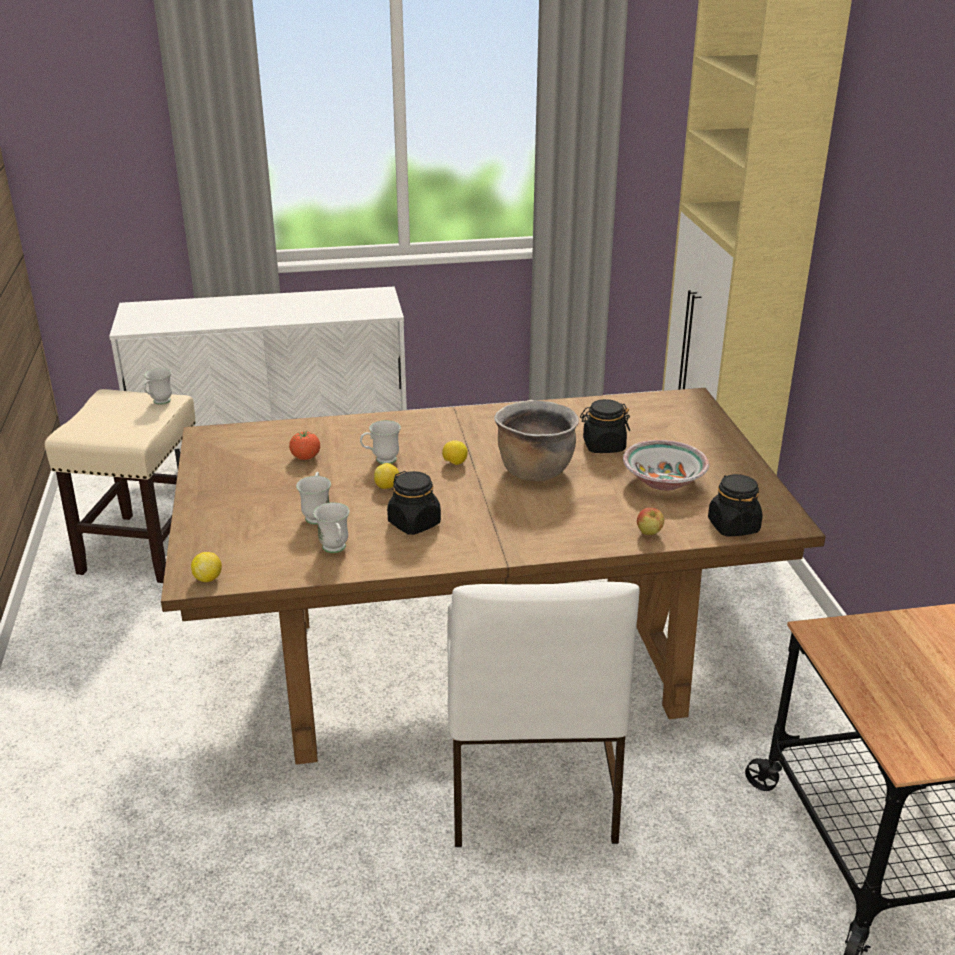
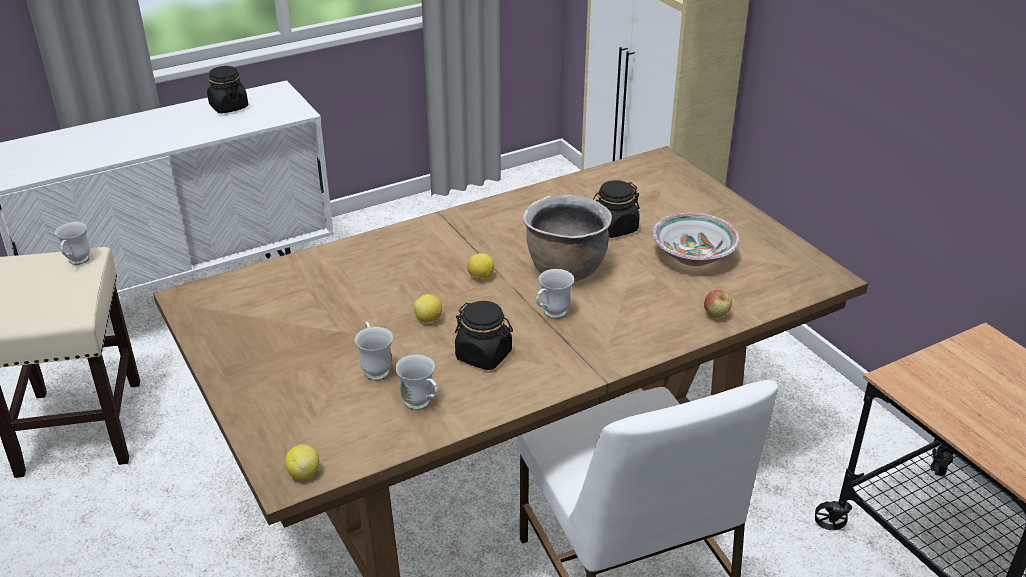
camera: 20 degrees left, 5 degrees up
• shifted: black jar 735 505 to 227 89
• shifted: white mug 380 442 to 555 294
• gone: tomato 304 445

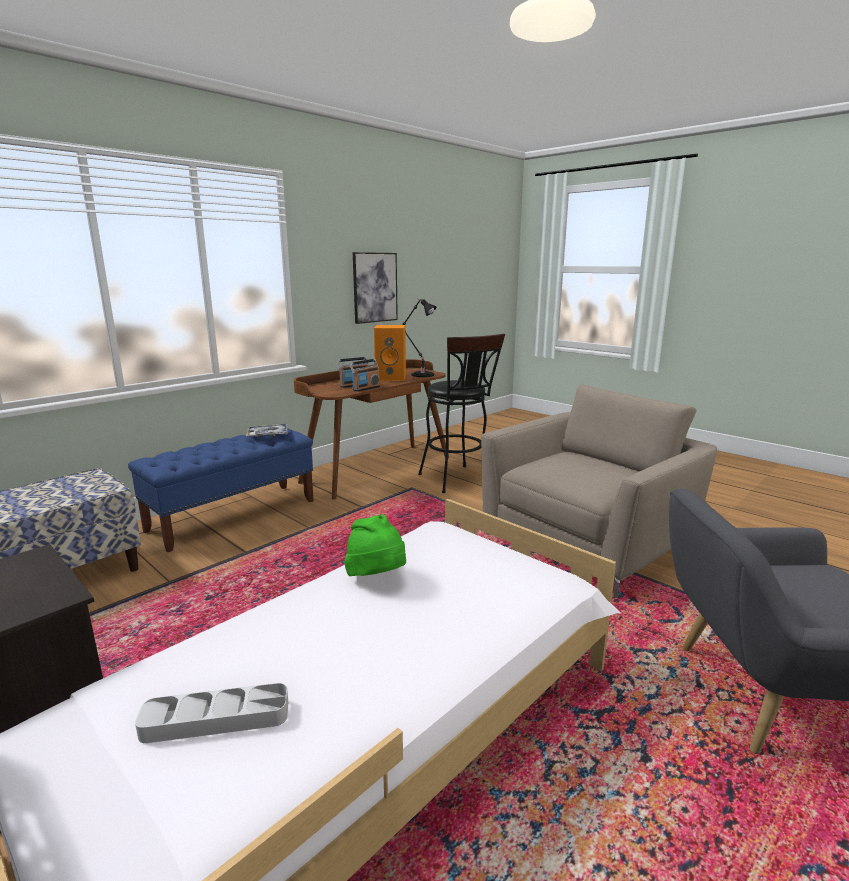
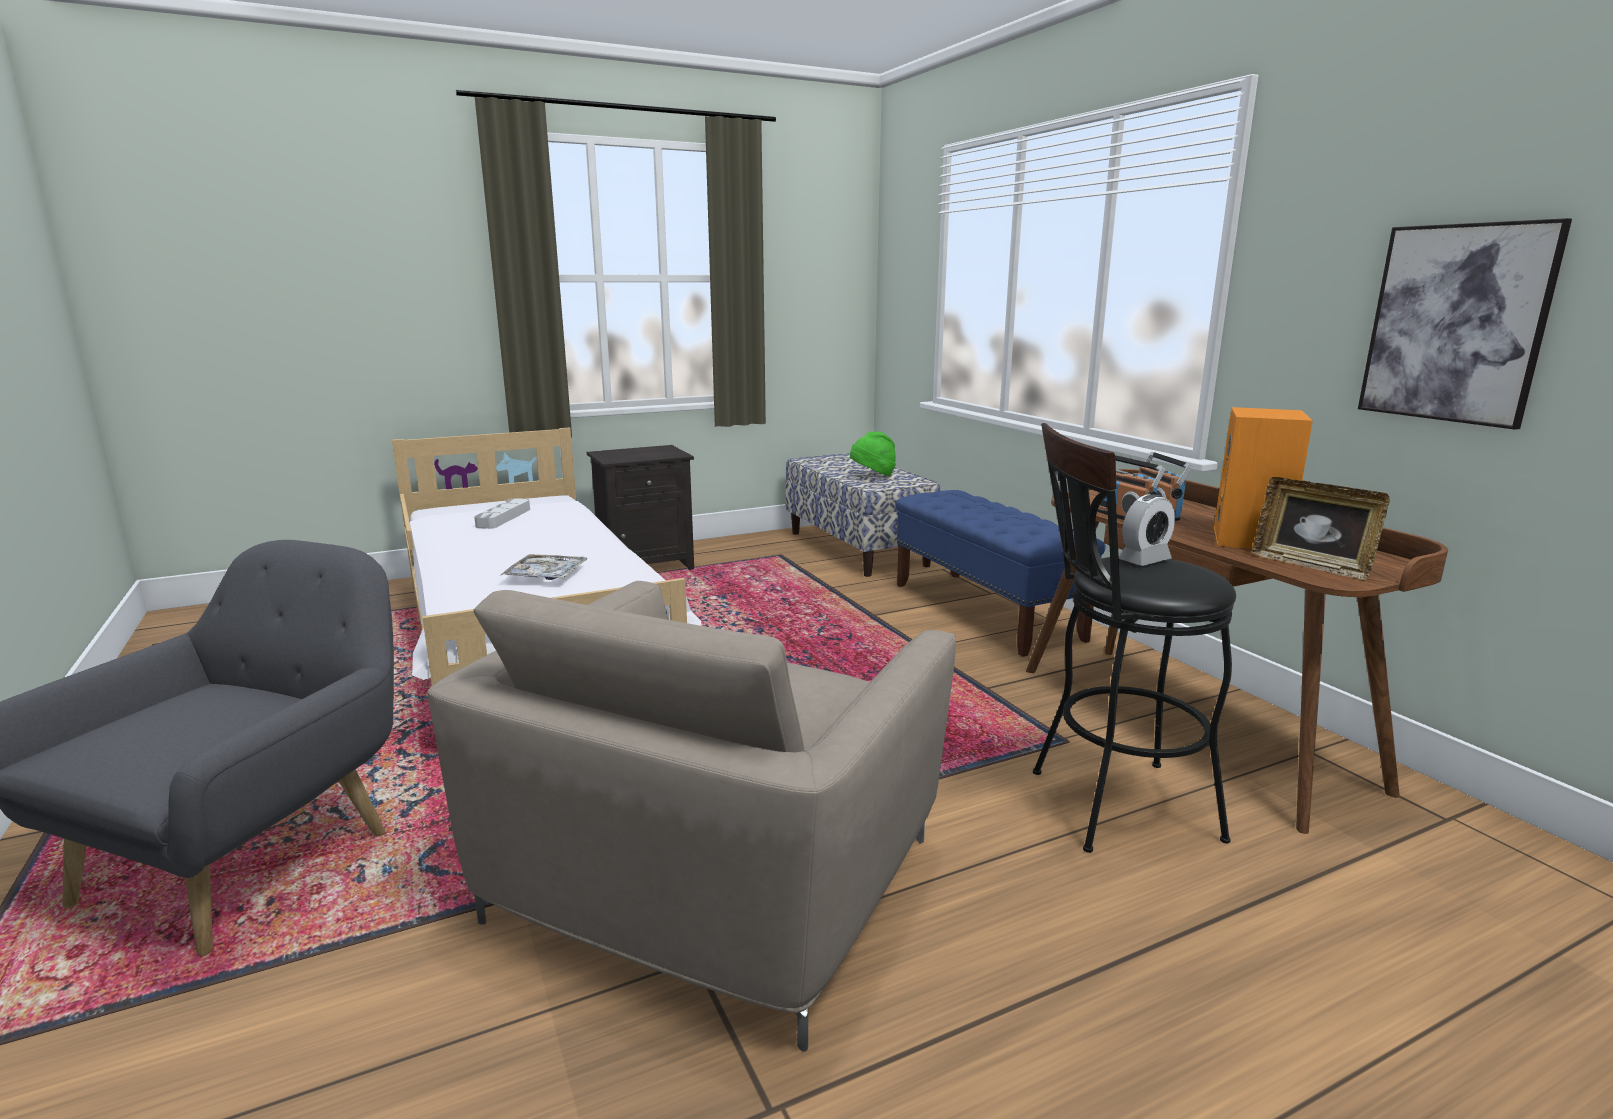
camera: 110 degrees right, 0 degrees up
• rotated: beige armchair 599 491 = 692 816 45 degrees clockwise
• shifted: tray 267 430 to 544 567
• shifted: green hat 375 545 to 873 454
• new: alarm clock 1147 530
• swapped: black table lamp 419 337 to picture frame 1321 528

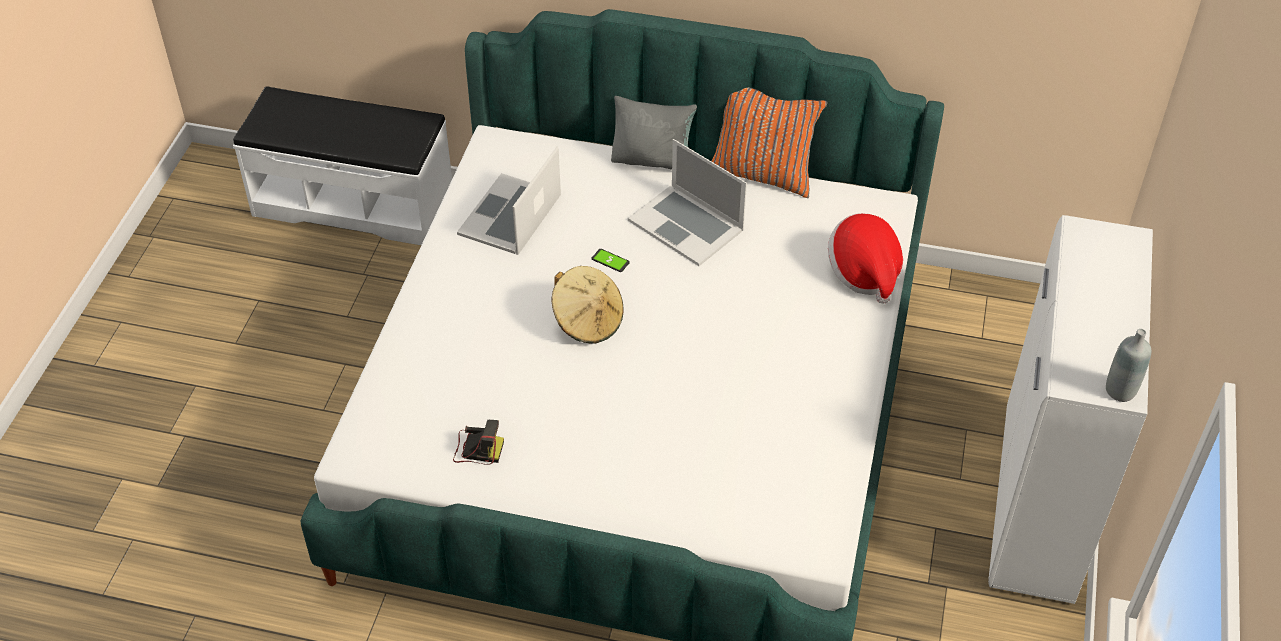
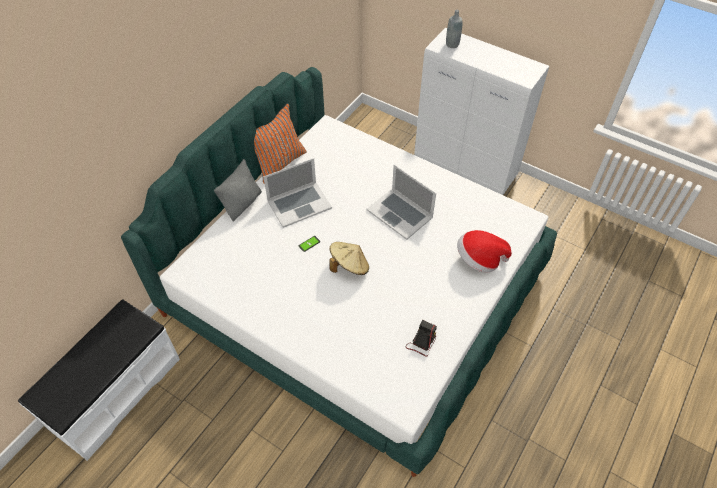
camera: 70 degrees left, 5 degrees up
• shifted: laptop 509 201 to 401 202
• shifted: grey bottle 1128 365 to 454 29
• shifted: hat 865 258 to 484 251

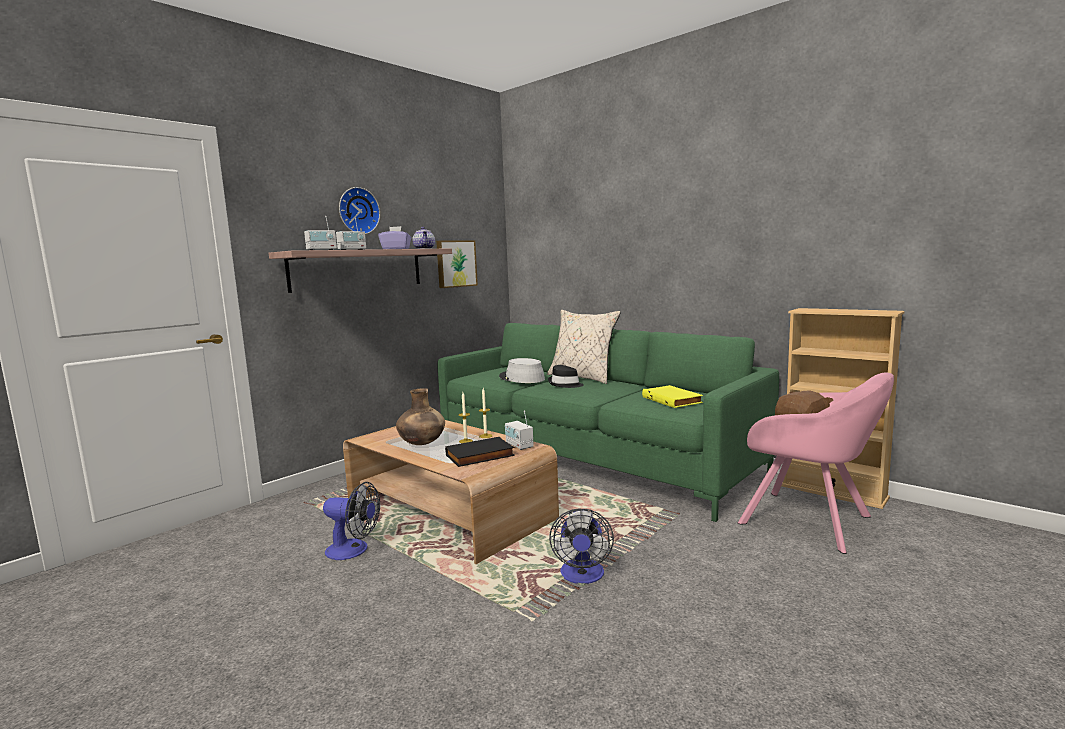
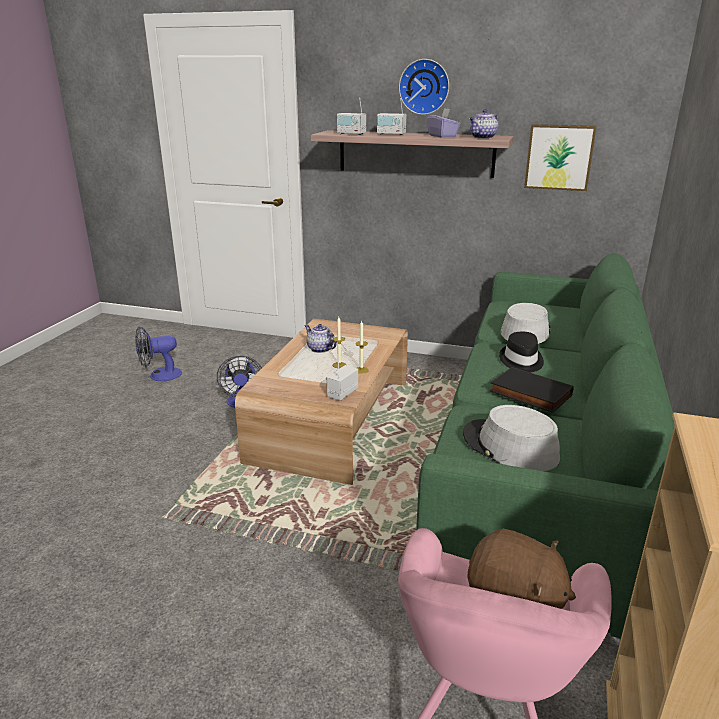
camera: 65 degrees right, 15 degrees up
• shifted: fan 581 546 to 158 353
• swapped: brown vase 420 416 to teapot 321 338
• swapped: yellow book 672 396 to grey hat 511 438
• shifted: black book 480 452 to 532 390
• gone: beige pillow 584 347

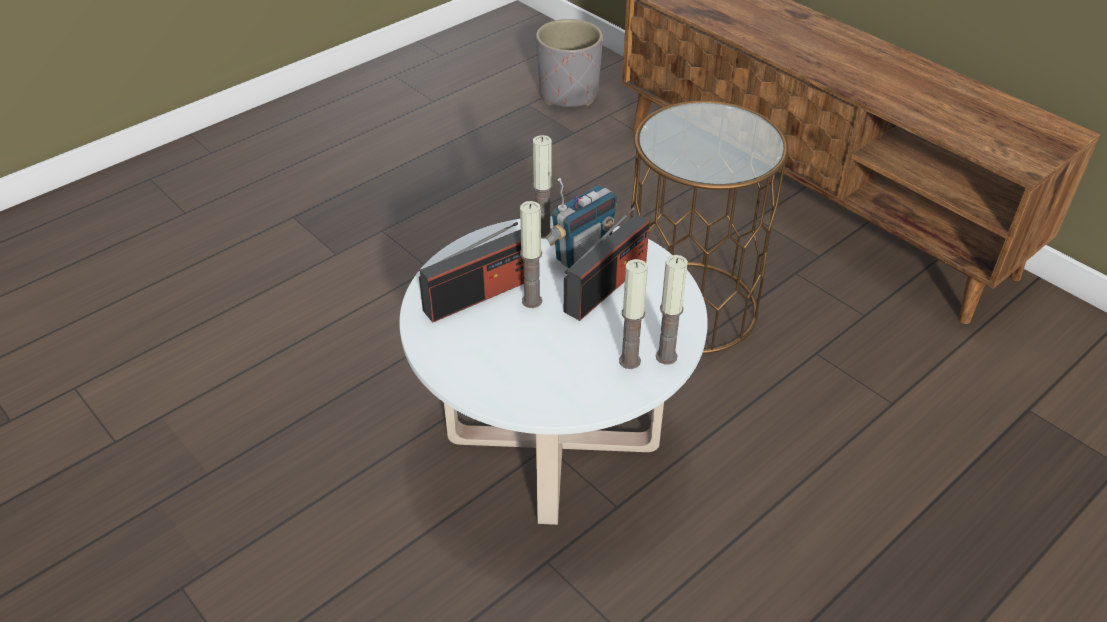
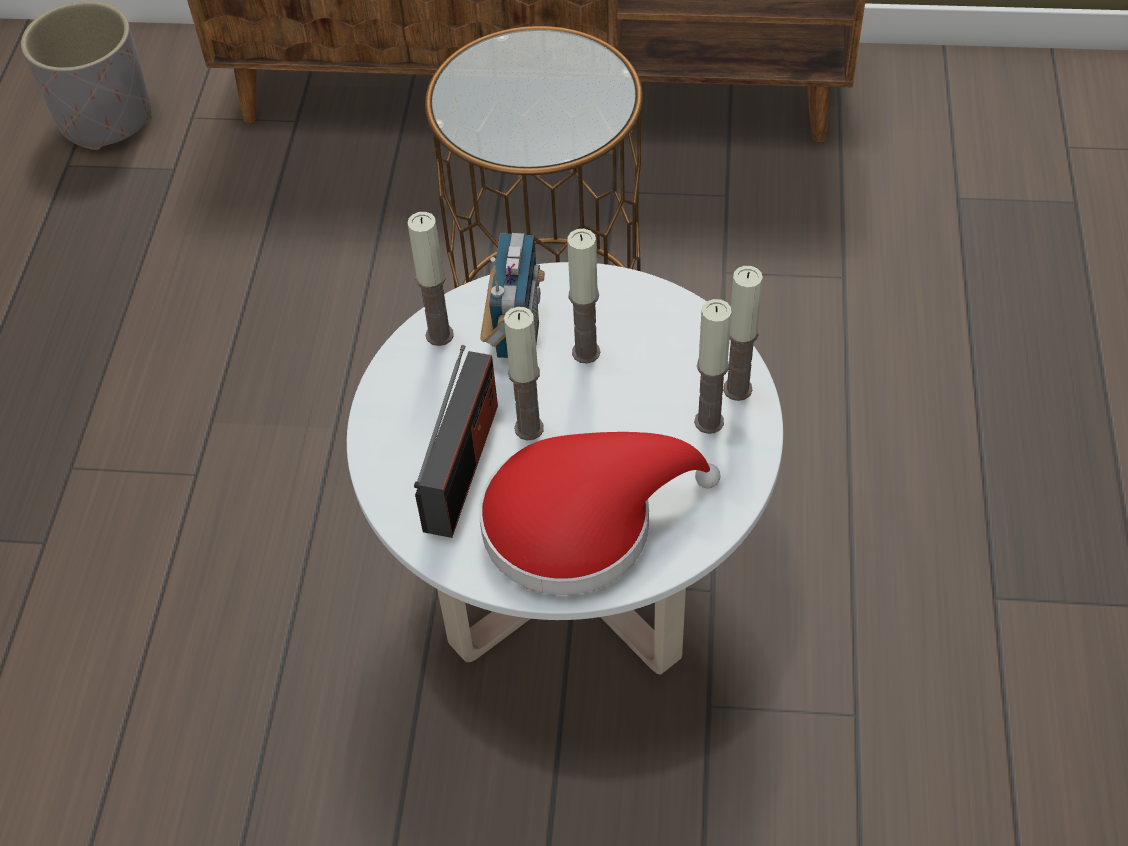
camera: 40 degrees left, 10 degrees up
• new: red hat 599 513
• swapped: radio 607 264 to candle 583 296

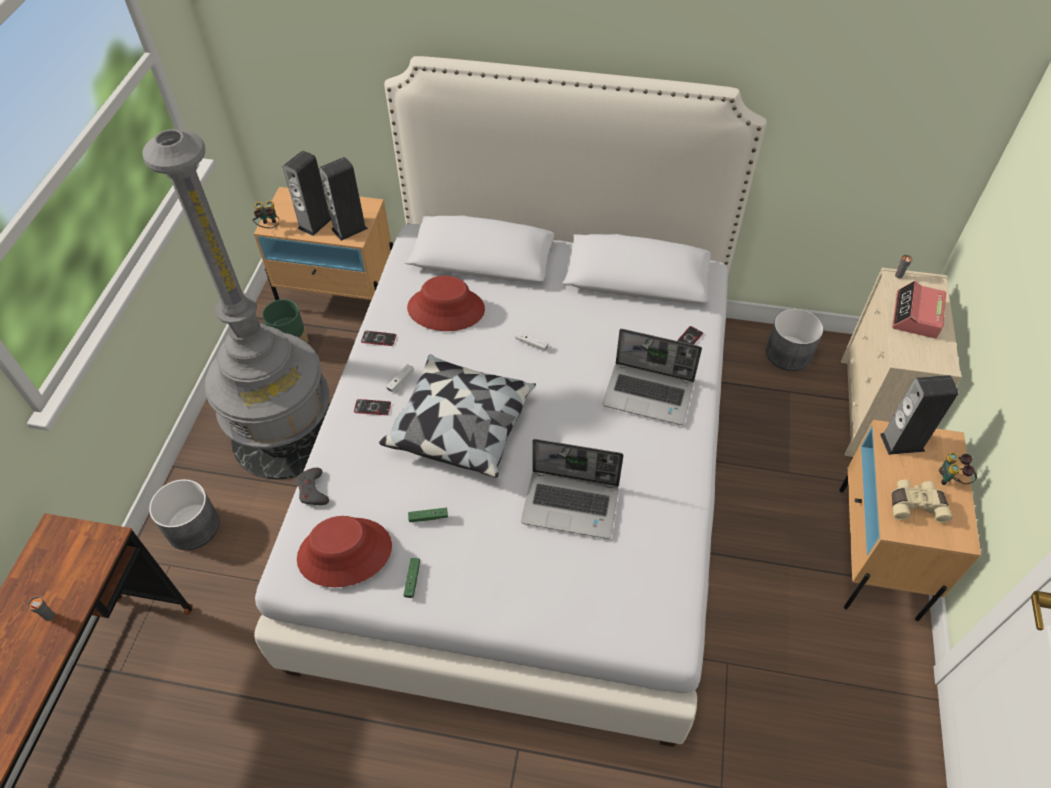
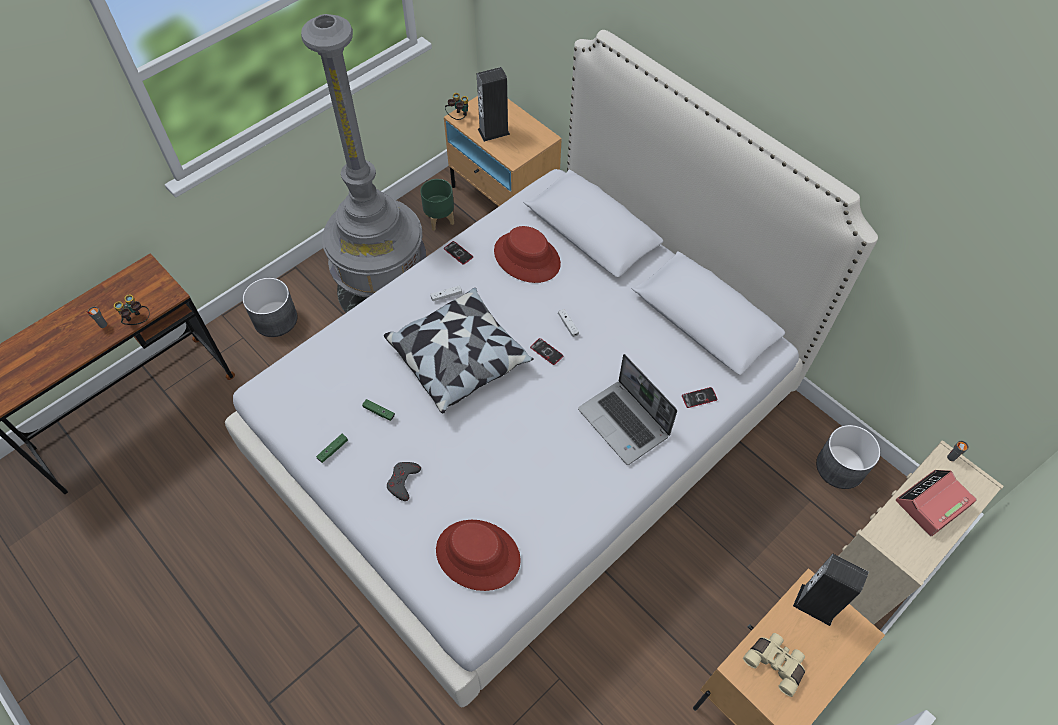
camera: 35 degrees right, 5 degrees up
• shifted: binoculars 958 468 to 131 309
• shifted: grey game controller 312 486 to 404 481
• shifted: red hat 344 551 to 478 555
• shifted: phone 372 407 to 546 351
• gone: speaker 343 199
• gone: laptop 572 489

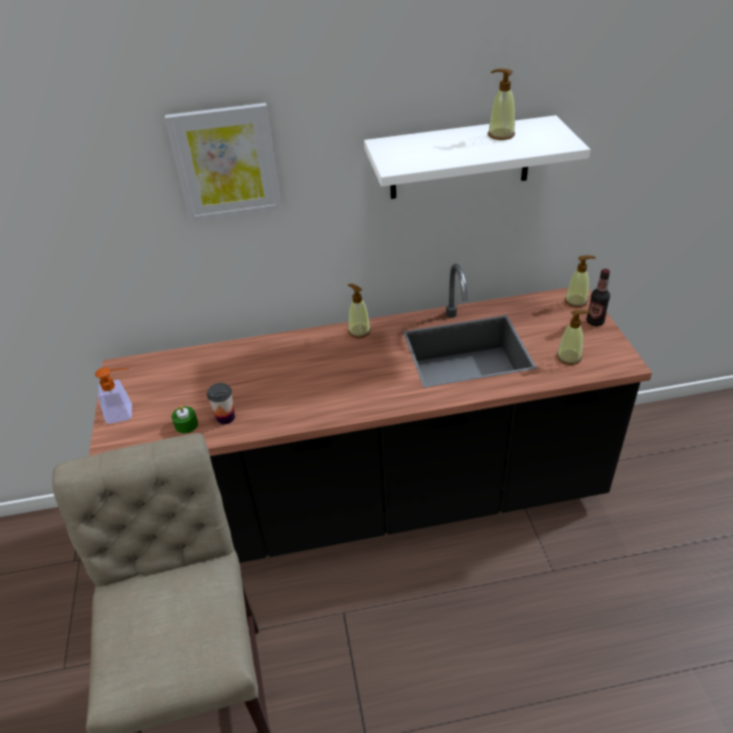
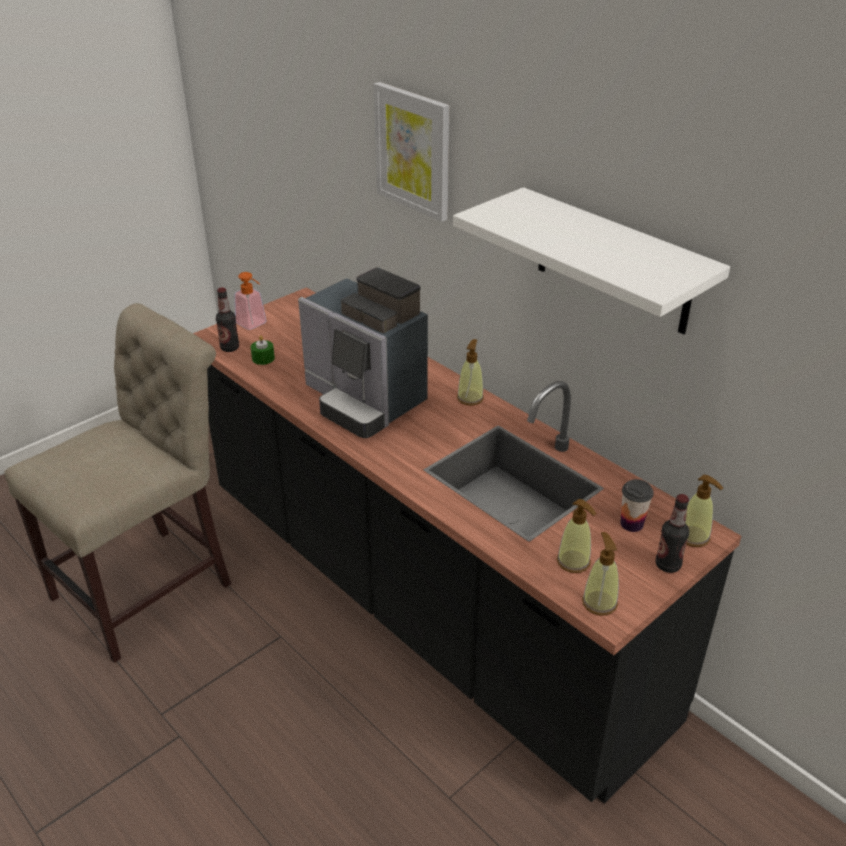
camera: 55 degrees right, 5 degrees down
• new: bottle 227 320
• new: coffee machine 363 353
• shifted: soap dispenser 501 104 to 600 574
• shifted: cup 221 403 to 637 505

